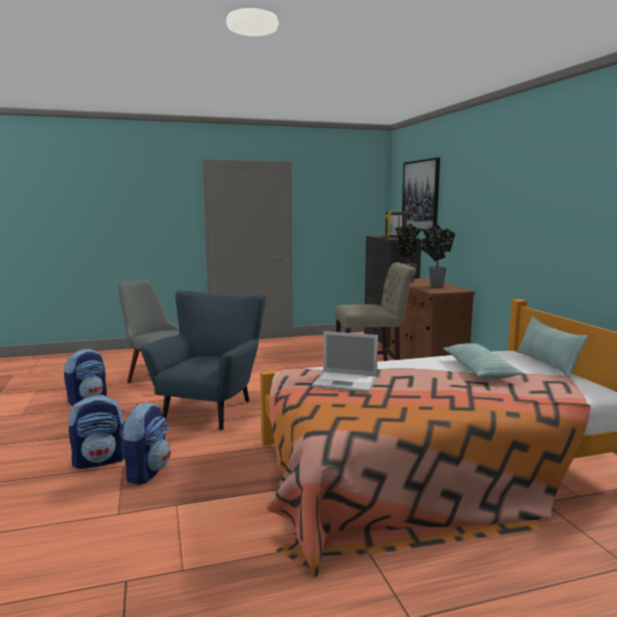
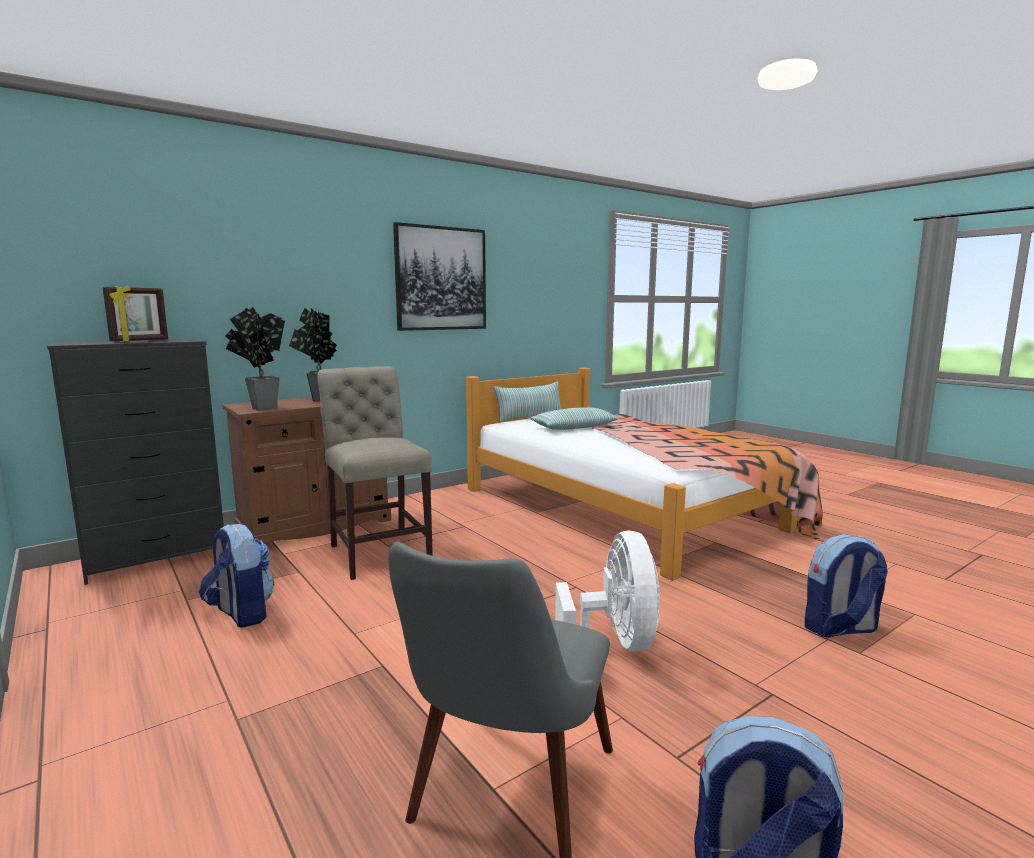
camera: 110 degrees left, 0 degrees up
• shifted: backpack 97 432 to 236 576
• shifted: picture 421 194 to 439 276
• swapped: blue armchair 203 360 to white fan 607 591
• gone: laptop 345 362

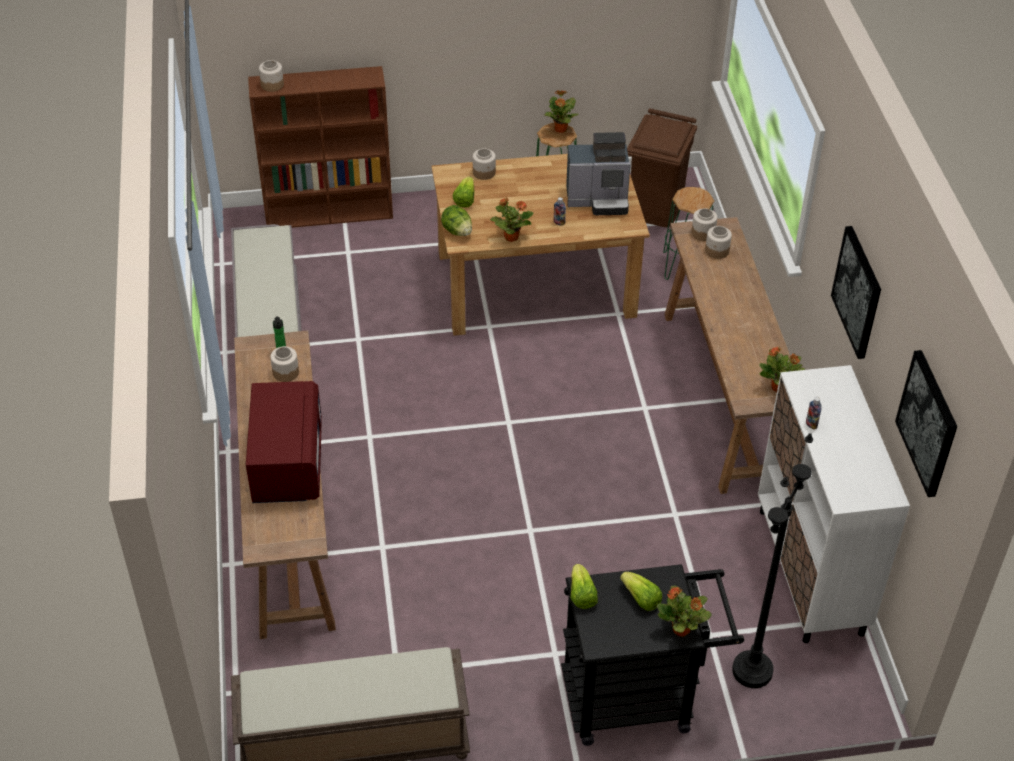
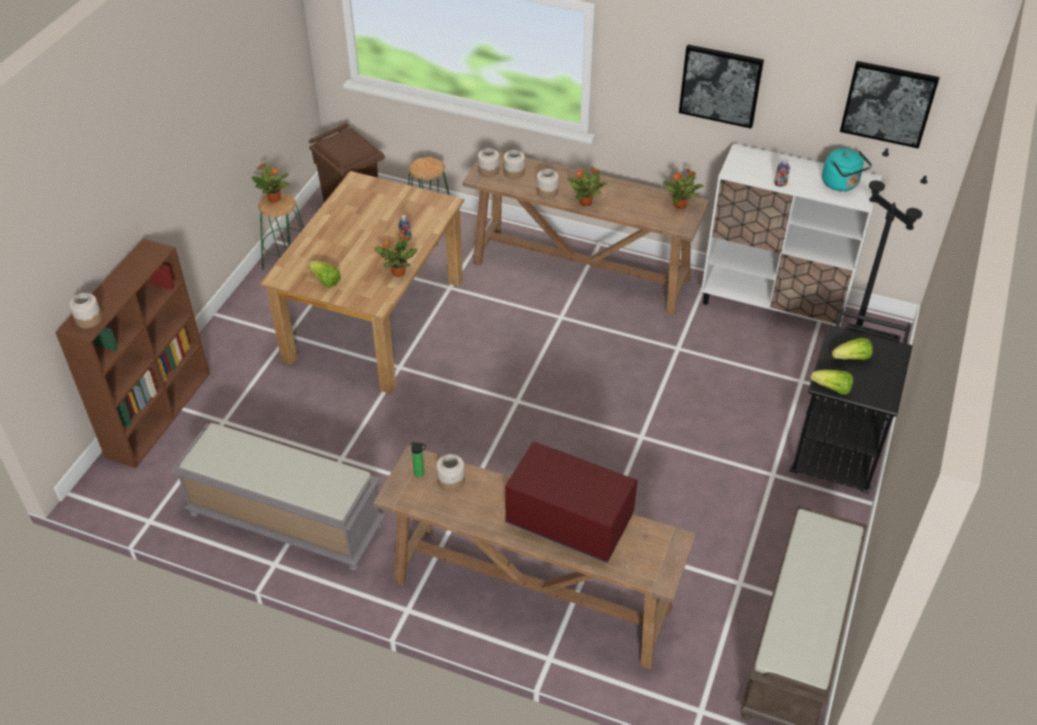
camera: 60 degrees left, 0 degrees up
• shifted: jar 484 164 to 548 184
• shifted: potted plant 684 611 to 587 186
• new: turquoise kettle 847 169
• gone: lettuce 456 220
• gone: coffee machine 598 173

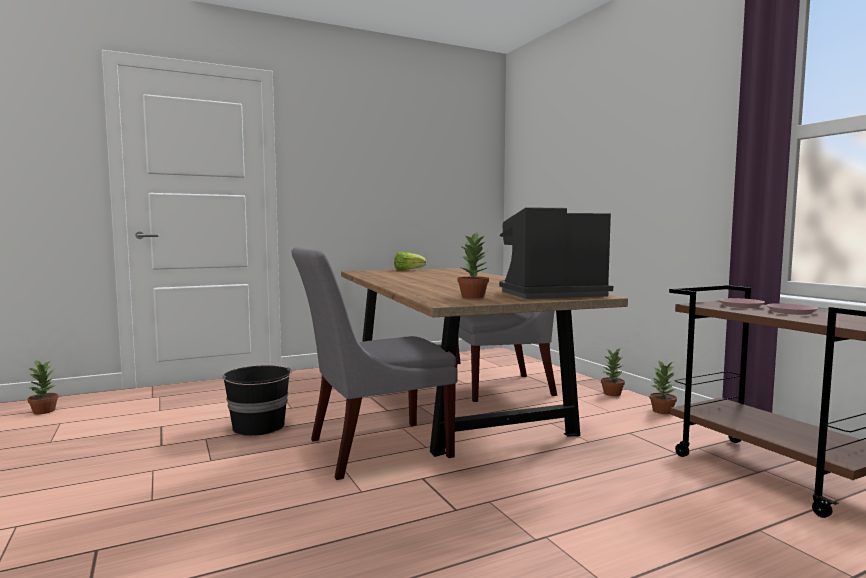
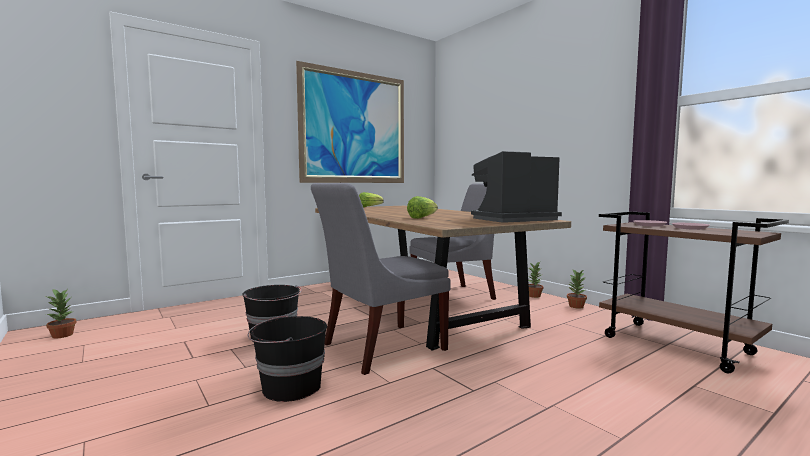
camera: 10 degrees left, 0 degrees up
• new: black bucket 287 358
• new: picture 350 122
• new: lettuce 422 207
• gone: potted plant 473 265

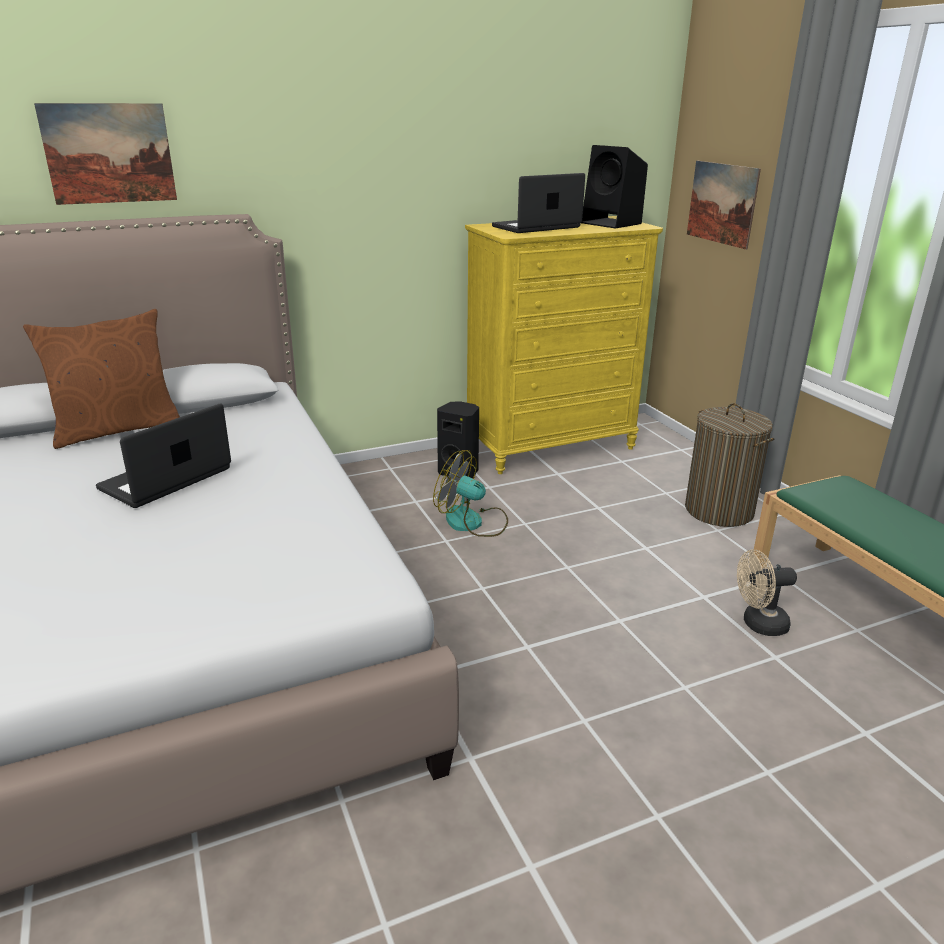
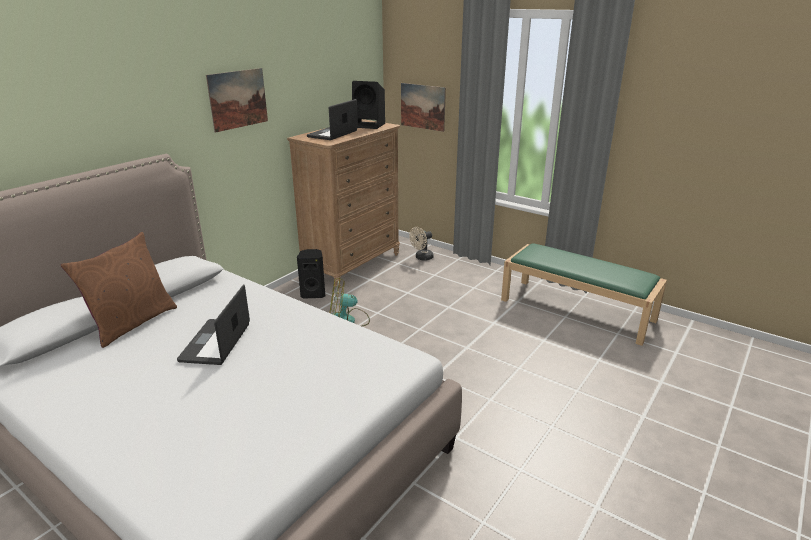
camera: 30 degrees left, 0 degrees up
• shifted: picture 105 154 to 237 100
• repainted: yellow dresser 564 345 to brown dresser 343 204
• shifted: beige fan 767 592 to 421 243
• gone: laundry basket 730 465

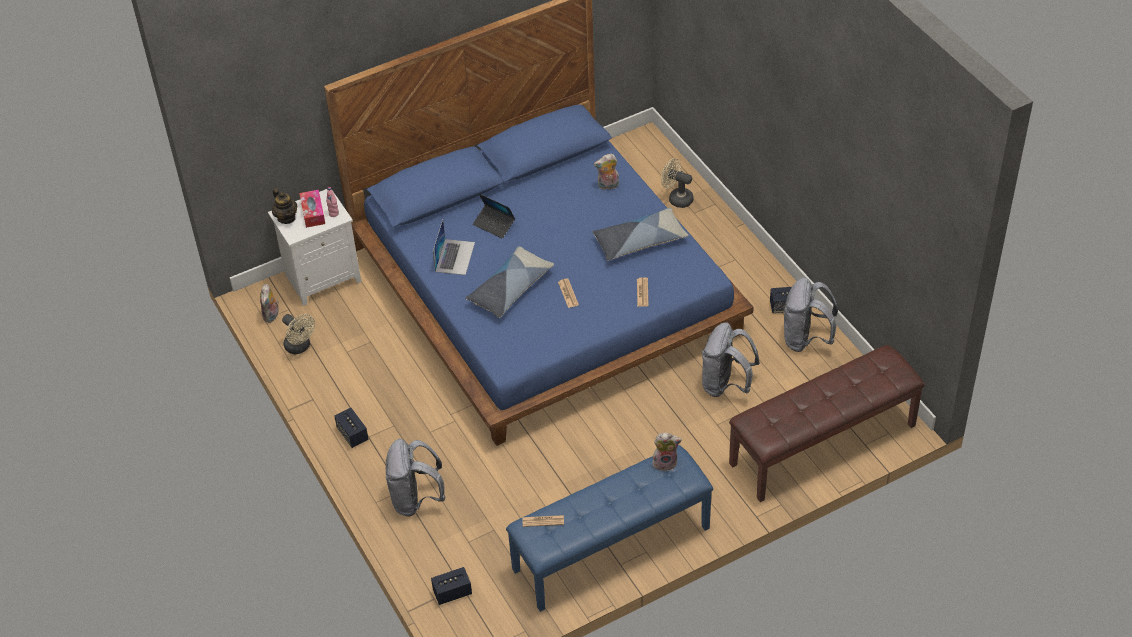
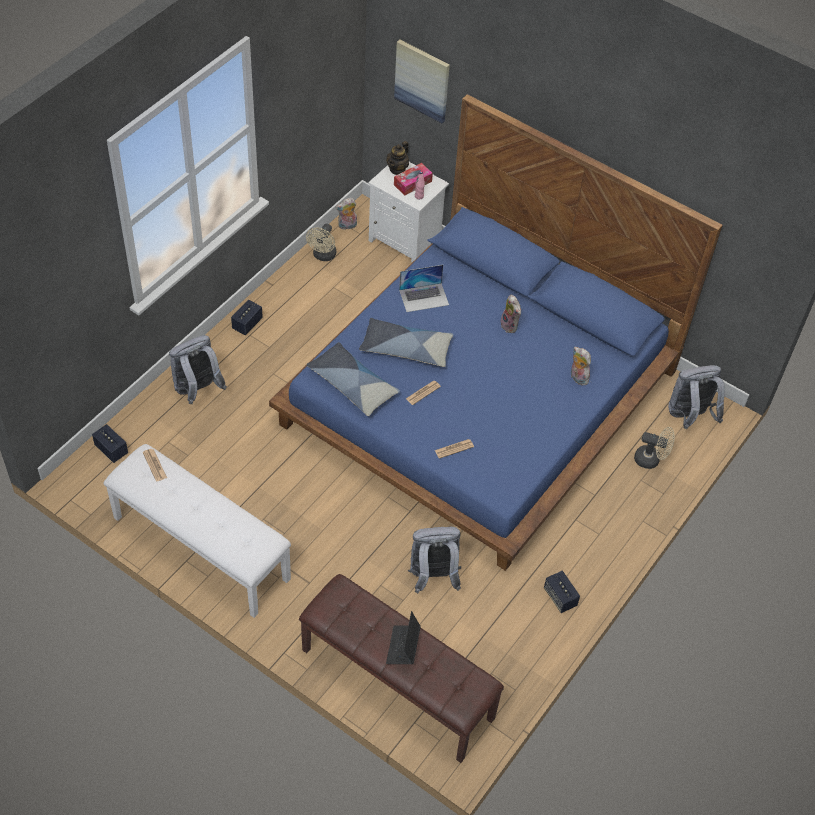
camera: 60 degrees right, 5 degrees up
• repainted: blue bench 609 528 to white bench 197 531
• shifted: pillow 640 234 to 353 379
• shifted: laptop 494 216 to 403 637
• new: picture 422 81
• shifted: plush toy 667 452 to 510 314
• rotated: beige fan 677 183 = 654 448 105 degrees clockwise
• shifted: grey backpack 811 314 to 696 397

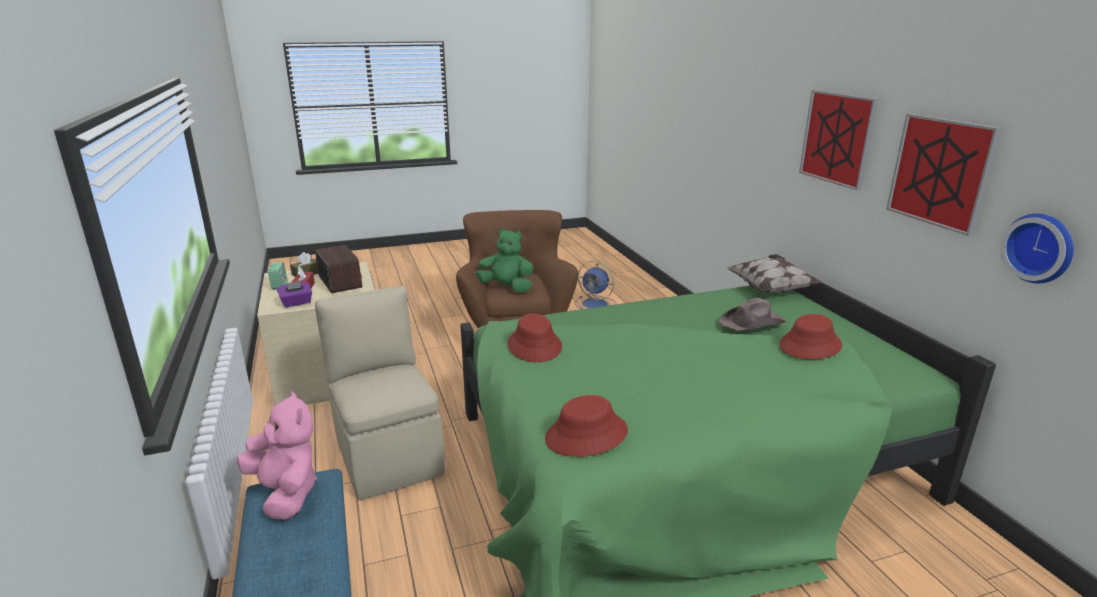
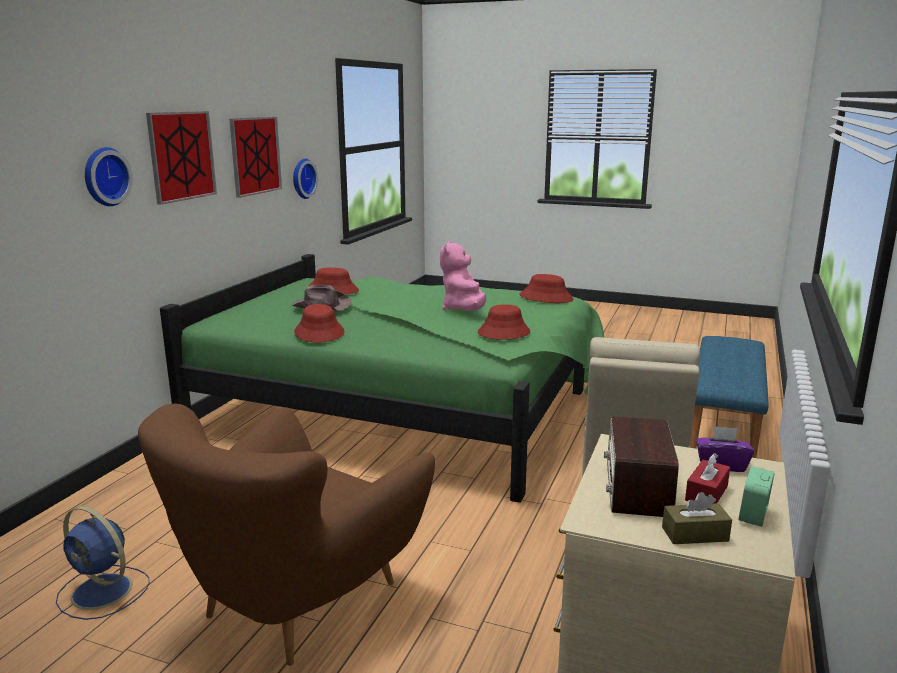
camera: 140 degrees left, 5 degrees down
• rotated: blue fan 595 285 = 103 563 135 degrees clockwise
• new: wall clock 109 176
• new: red hat 319 323
• shifted: pink plush toy 277 455 to 463 276
• gone: green plush toy 505 260
• gone: pillow 773 276

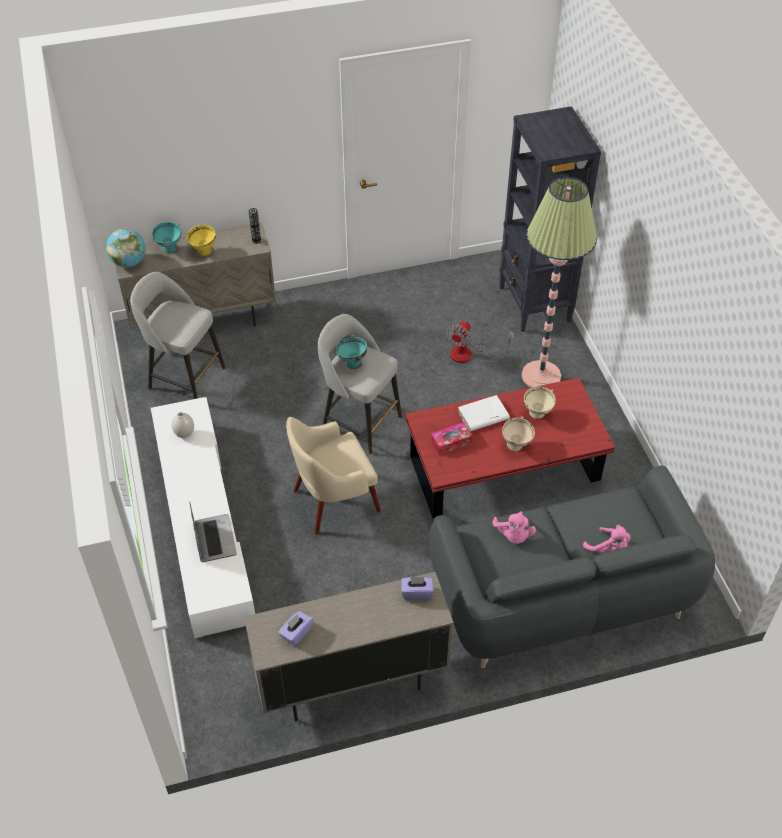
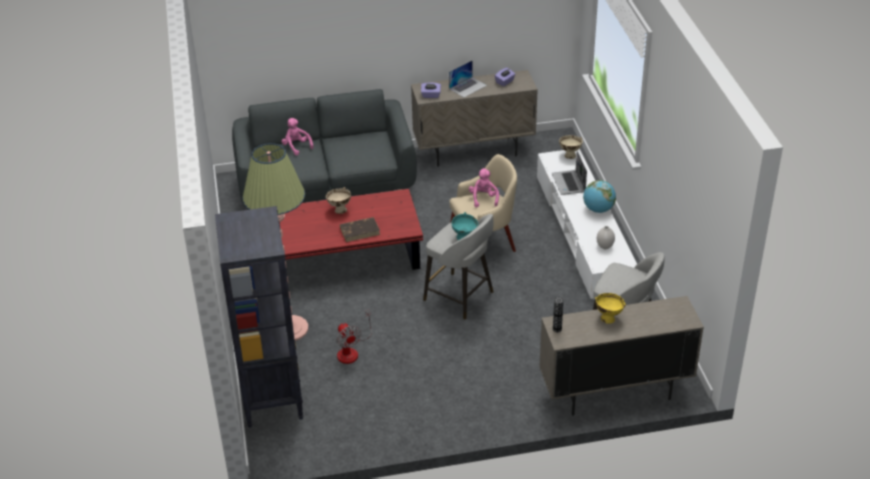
camera: 175 degrees left, 10 degrees down
• rotated: fan 480 342 = 354 336 120 degrees clockwise
• repainted: white book 484 413 to brown book 360 229
• new: laptop 468 78
• shifted: pink plush toy 514 527 to 484 188
• shifted: beige bowl 540 402 to 571 147
• shifted: globe 126 247 to 599 196
• gone: turquoise bowl 166 237
• gone: tissue box 452 438

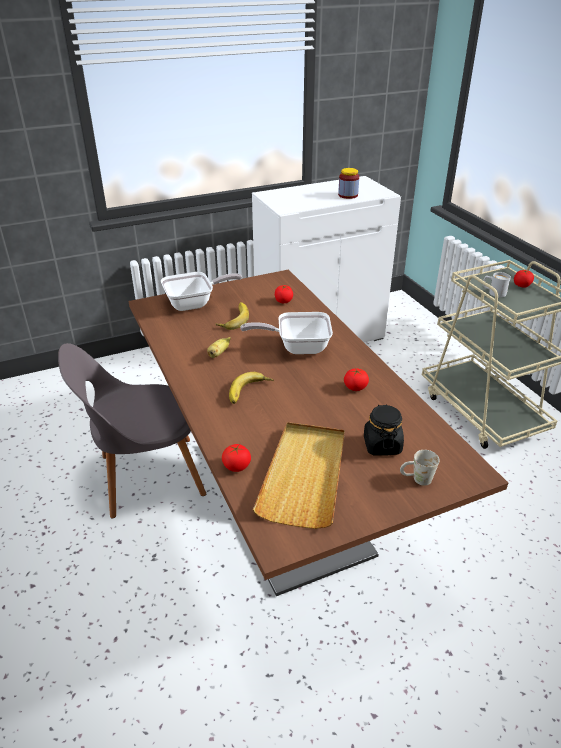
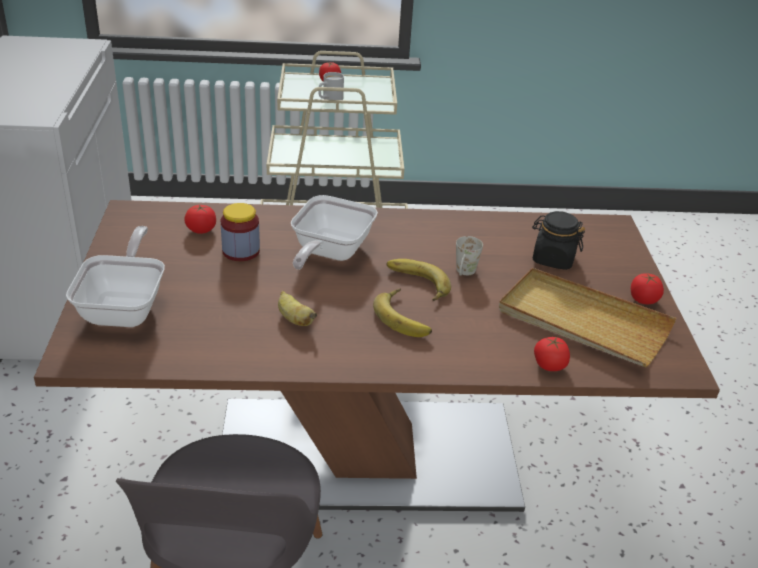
camera: 70 degrees left, 0 degrees up
• shifted: jar 348 183 to 240 232
• shifted: banana 232 316 to 419 280
• shifted: white mug 420 468 to 469 256
• shifted: tomato 356 379 to 647 288

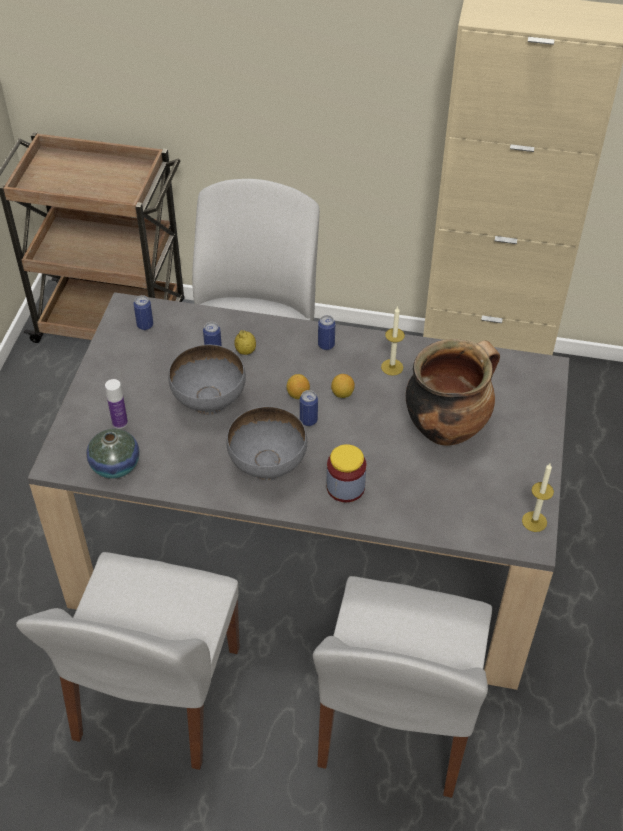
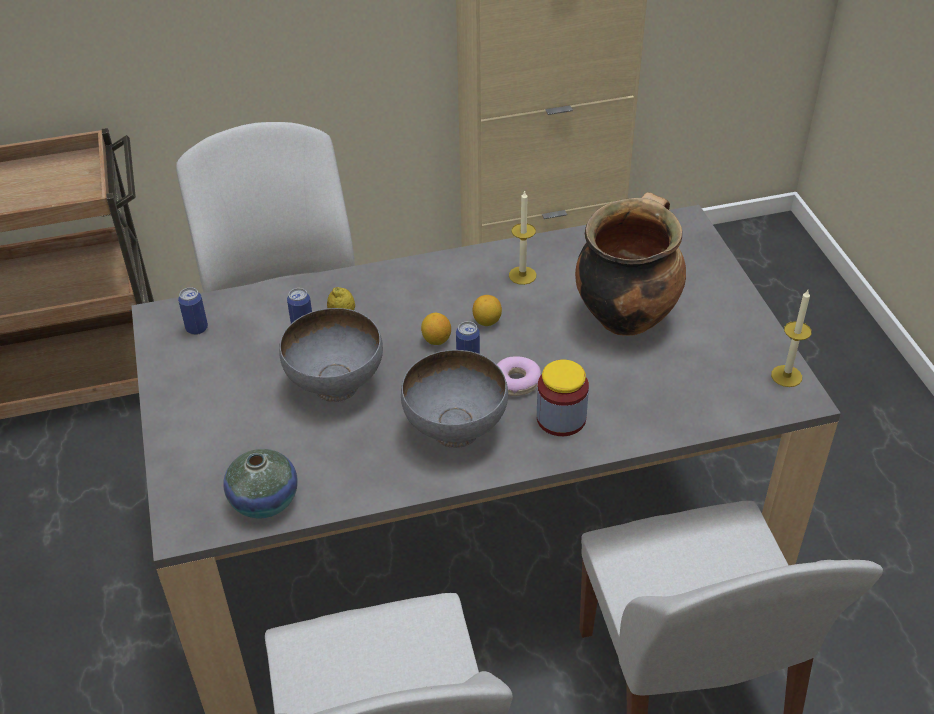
camera: 25 degrees left, 5 degrees down
• new: donut 519 376
• gone: bottle 116 404
• gone: can 326 332

